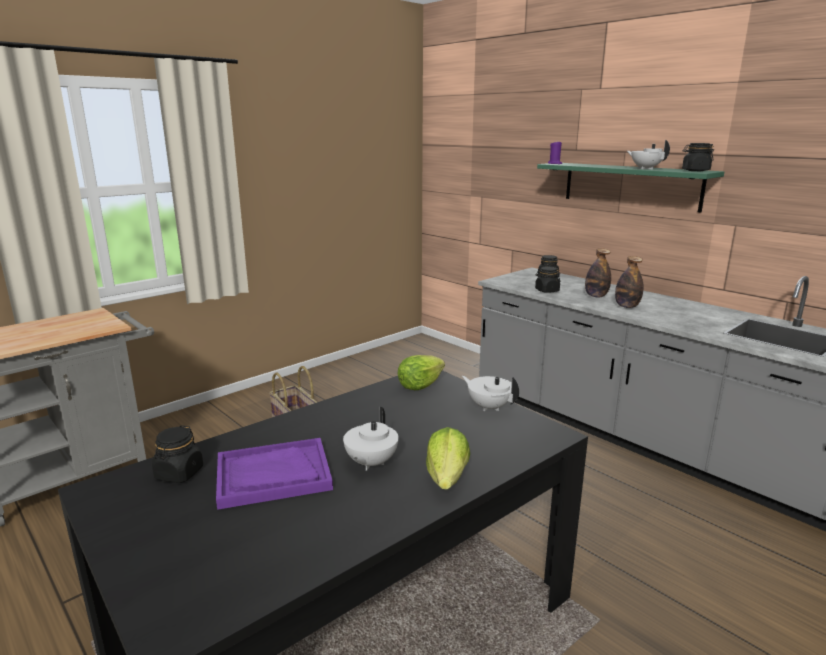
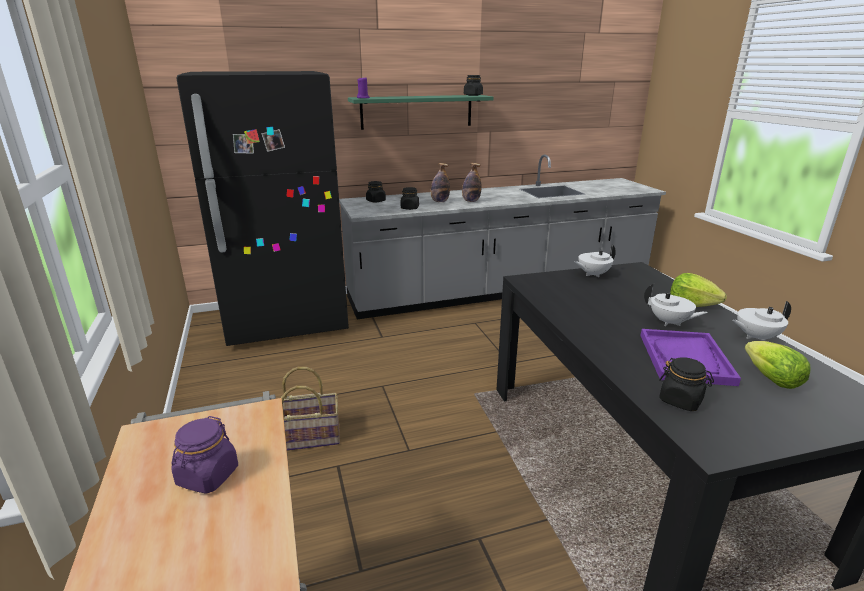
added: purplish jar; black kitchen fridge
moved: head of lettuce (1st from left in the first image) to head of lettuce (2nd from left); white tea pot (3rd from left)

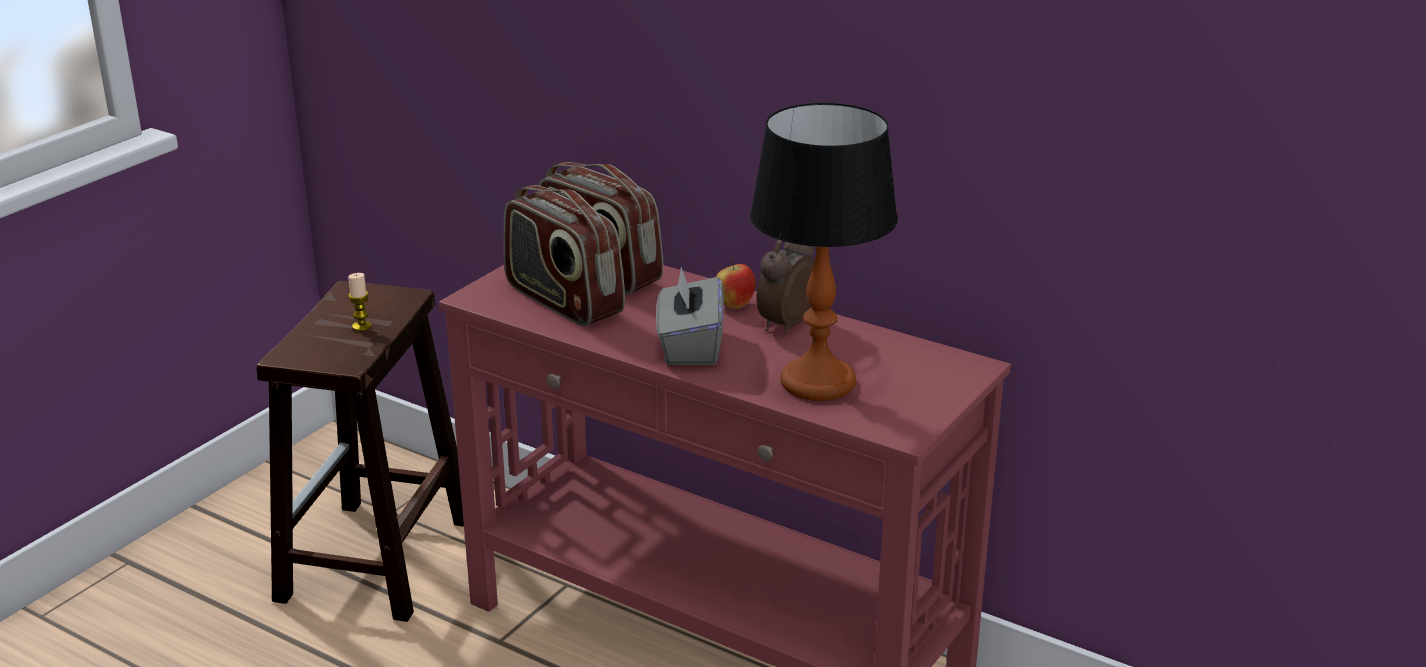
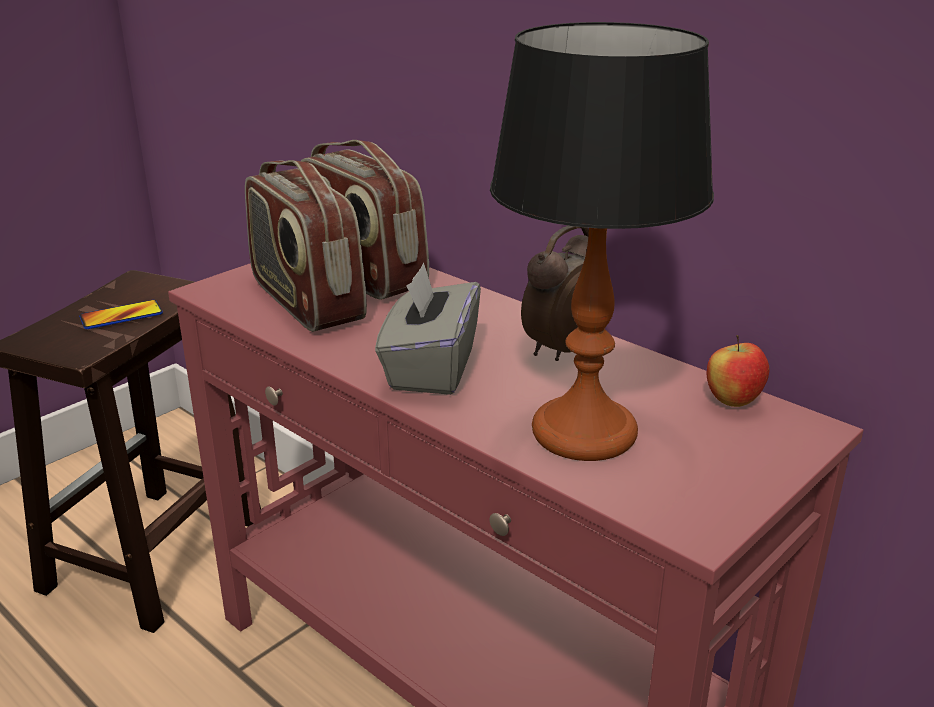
moved: whole apple
replaced: wax light to telephone

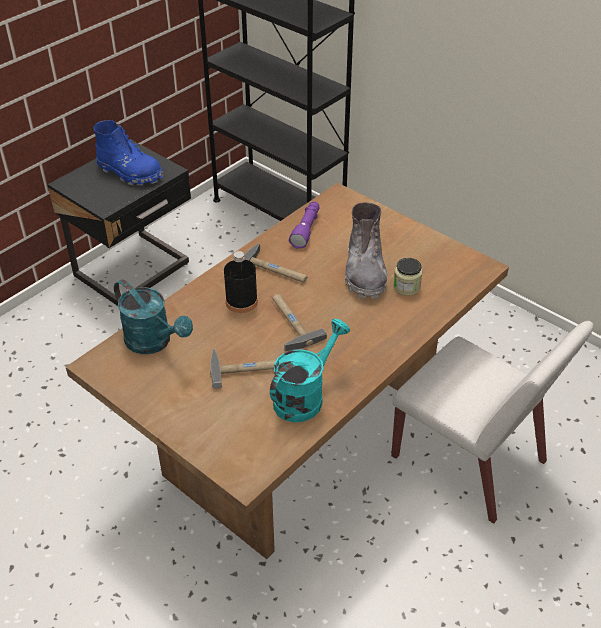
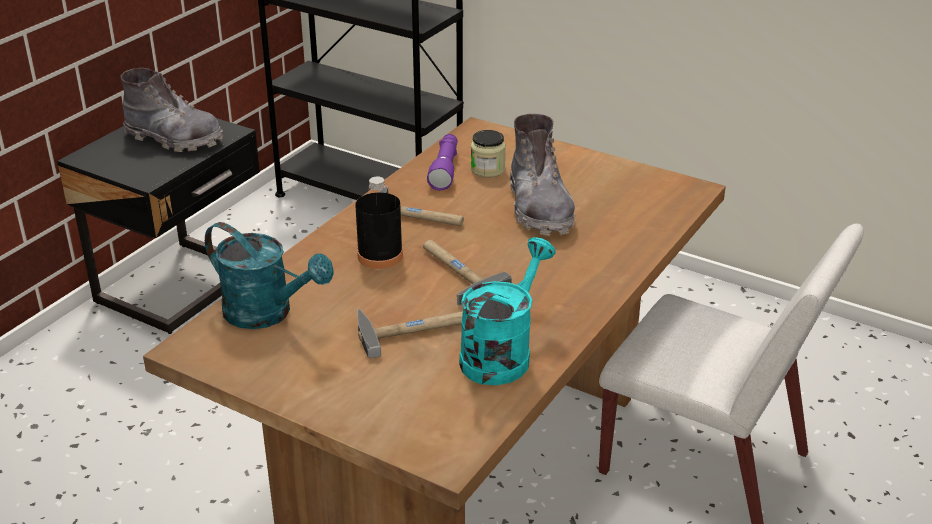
moved: jar
recoloured: bluish tall boot to gray tall boot (1st from left)

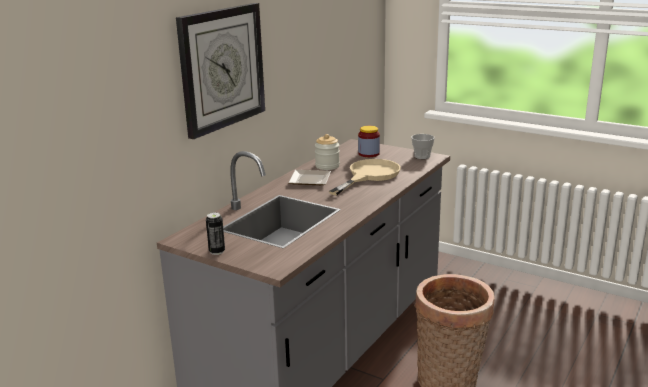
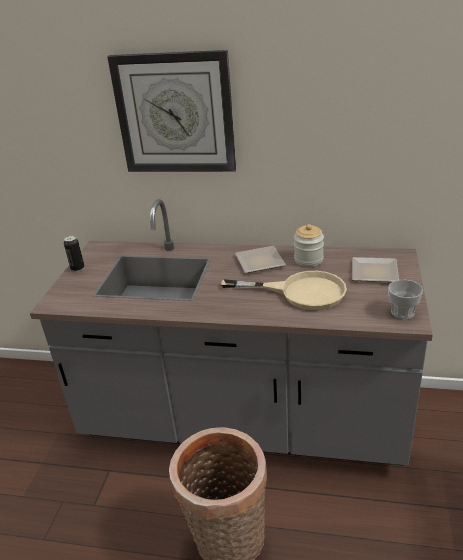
replaced: jar (2nd from left) to flat dish (2nd from left)

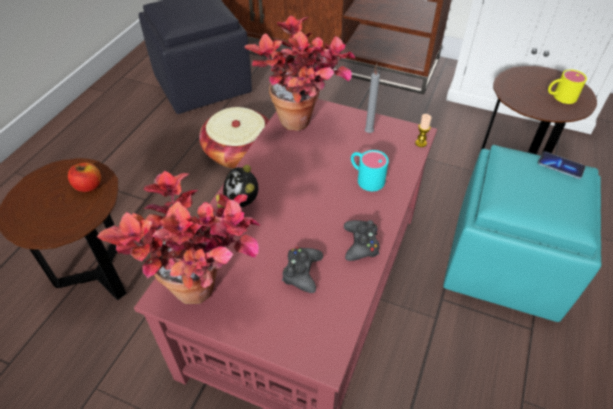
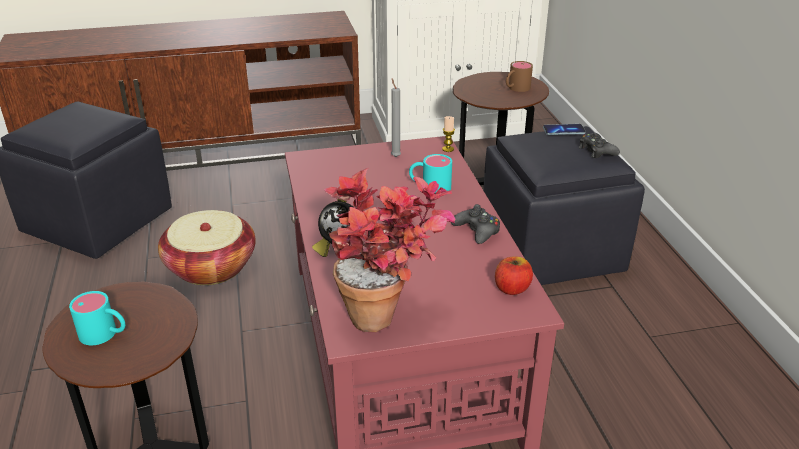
removed: plant in a pot (2nd from left)
added: turquoise mug (1st from left)
moved: whole apple; black game controller (1st from left in the first image) to black game controller (2nd from left)
recoloured: turquoise footrest to black footrest (2nd from left); yellow mug to brown mug

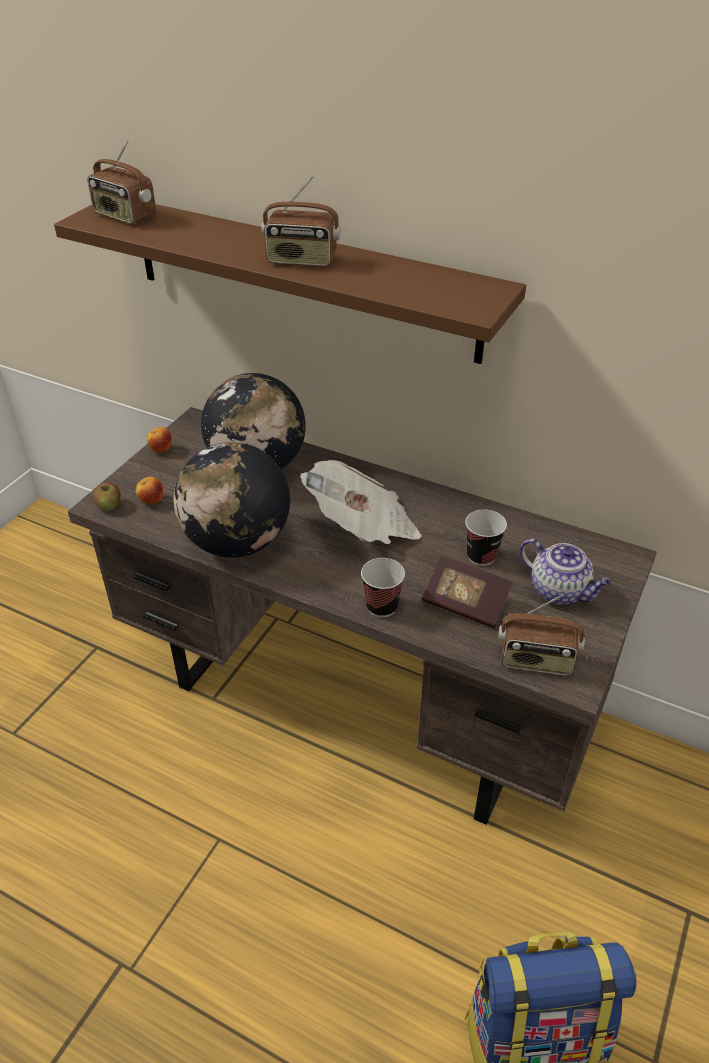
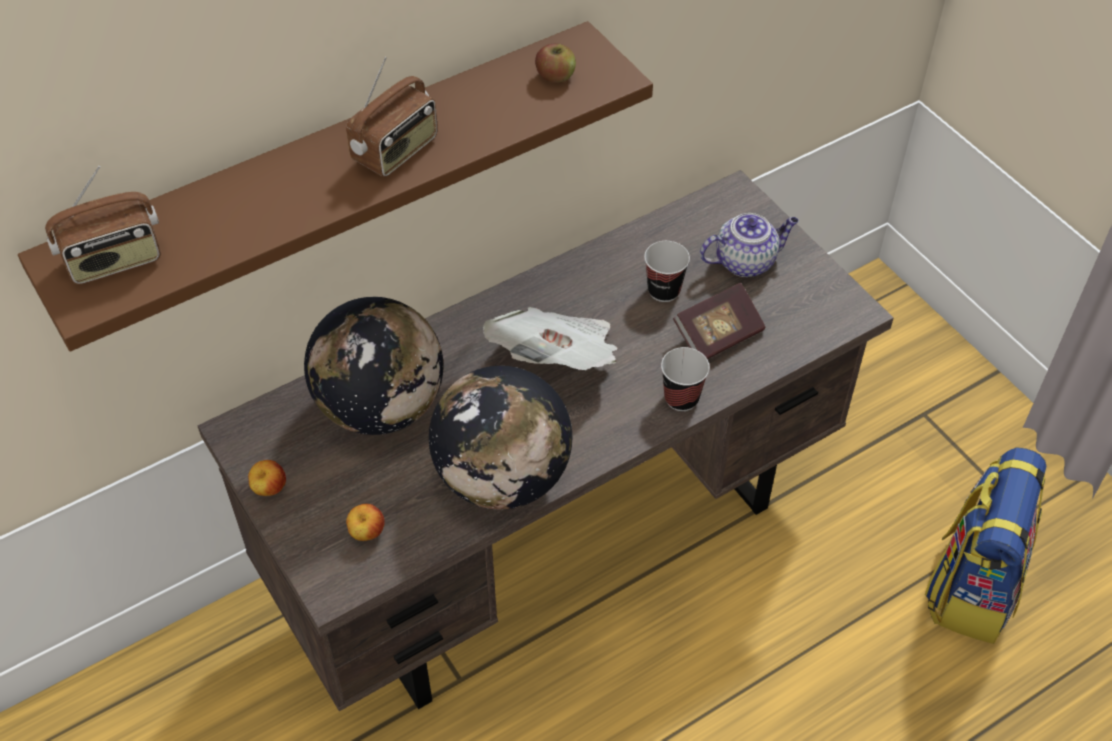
removed: radio set (3rd from left)
moved: whole apple (1st from left in the first image) to whole apple (3rd from left)

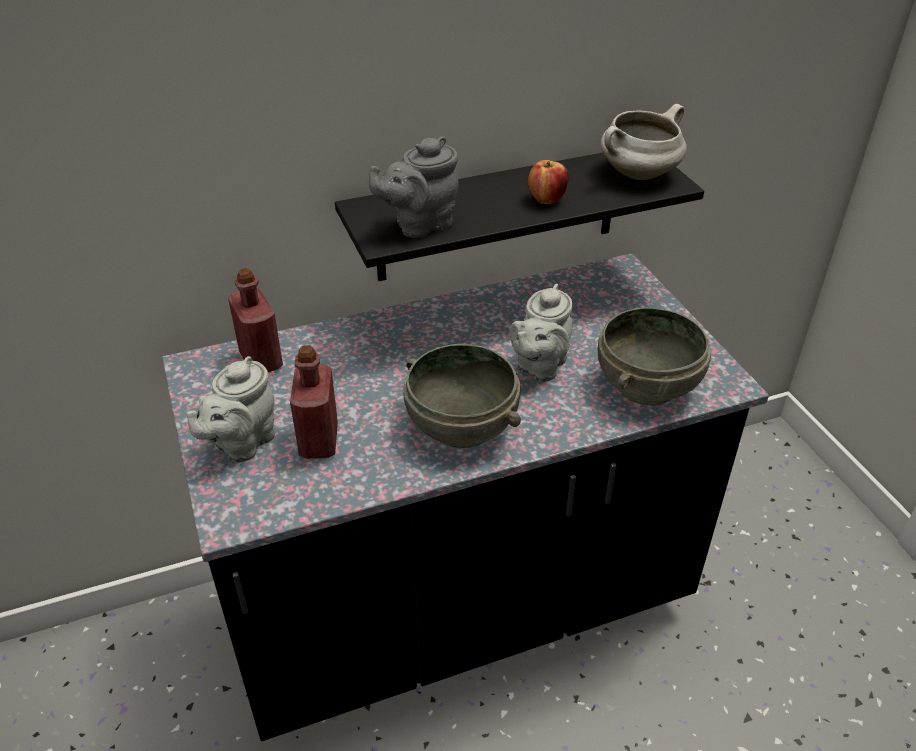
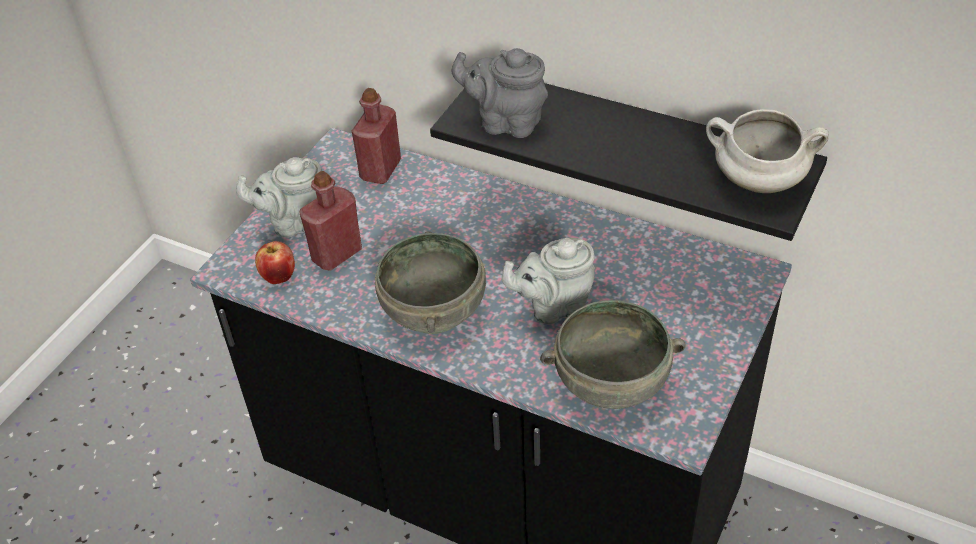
moved: whole apple

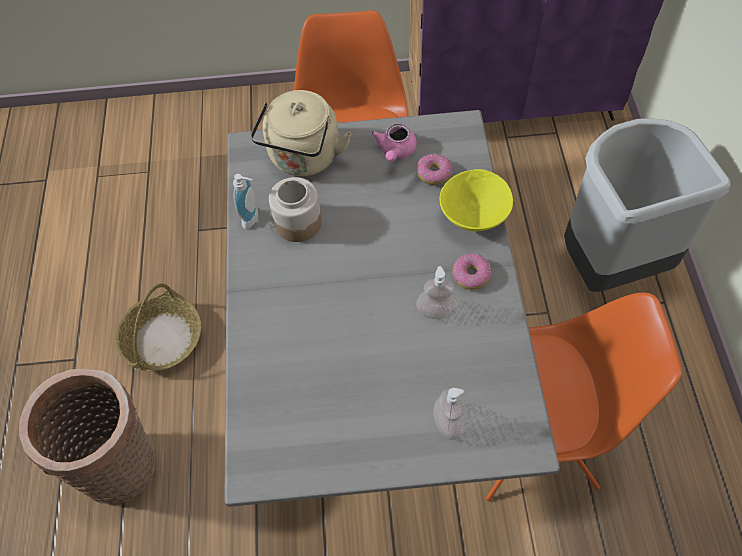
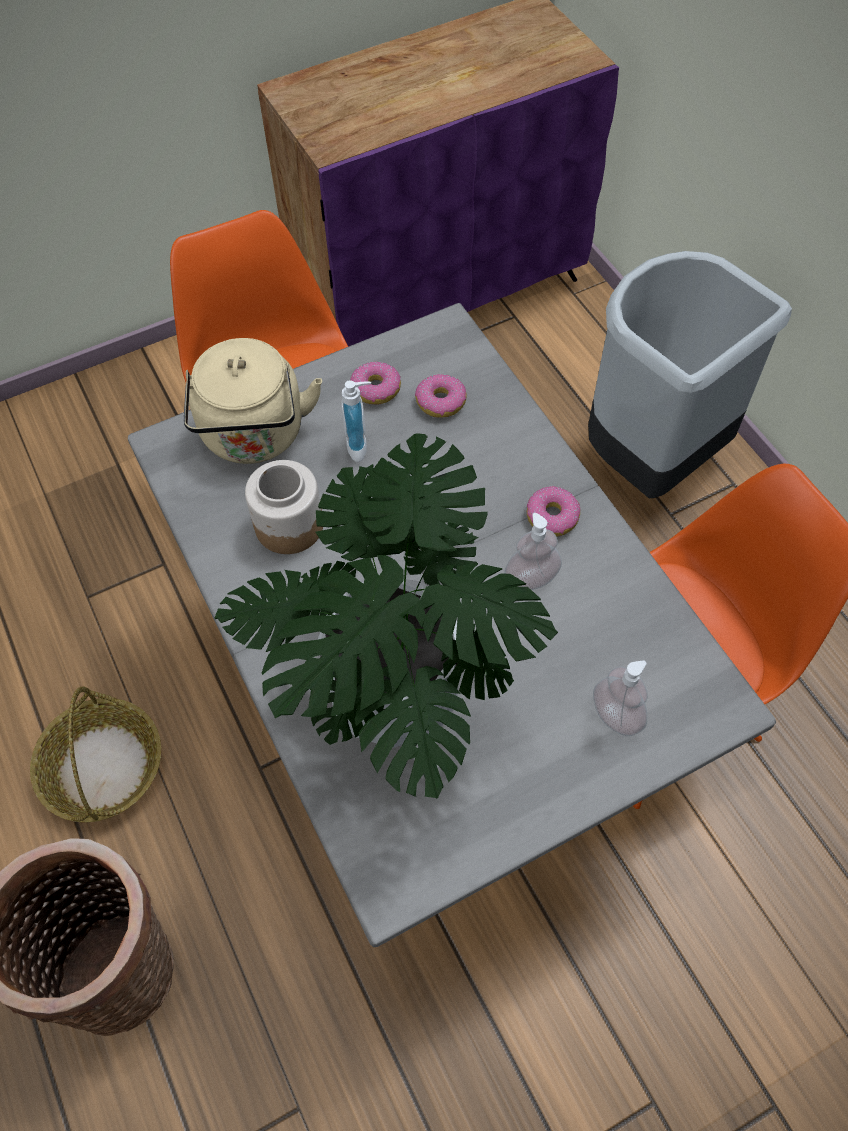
removed: yellow bowl
added: plant in a pot
moved: soap dispenser (1st from left)
replaced: pinkish tea pot to ring doughnut (1st from left)

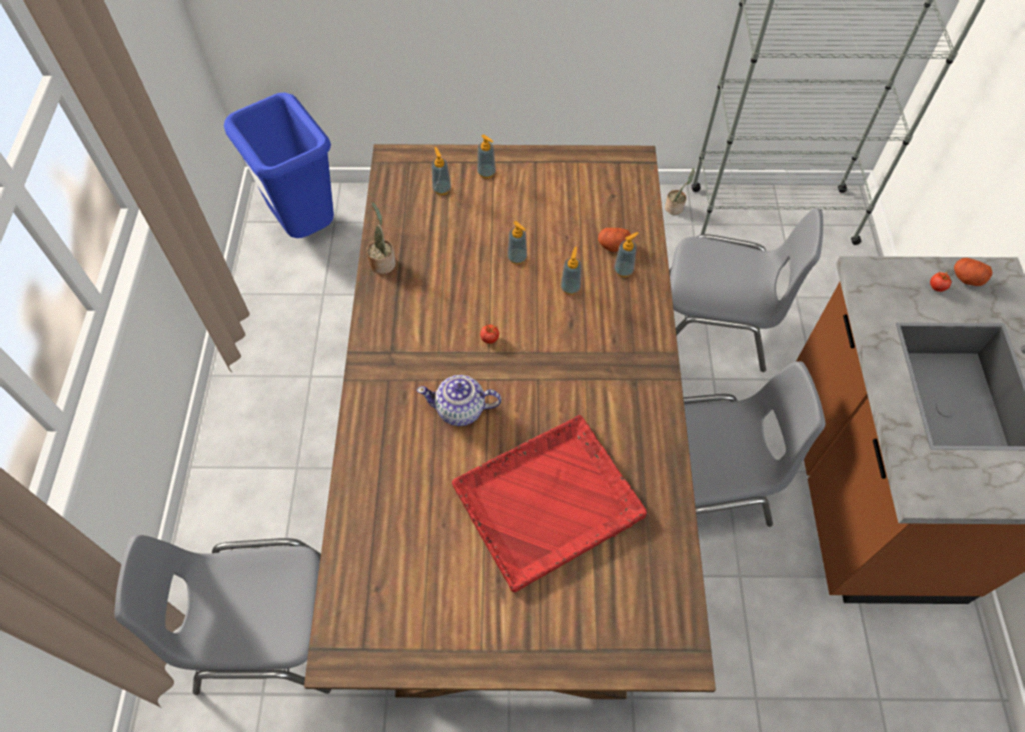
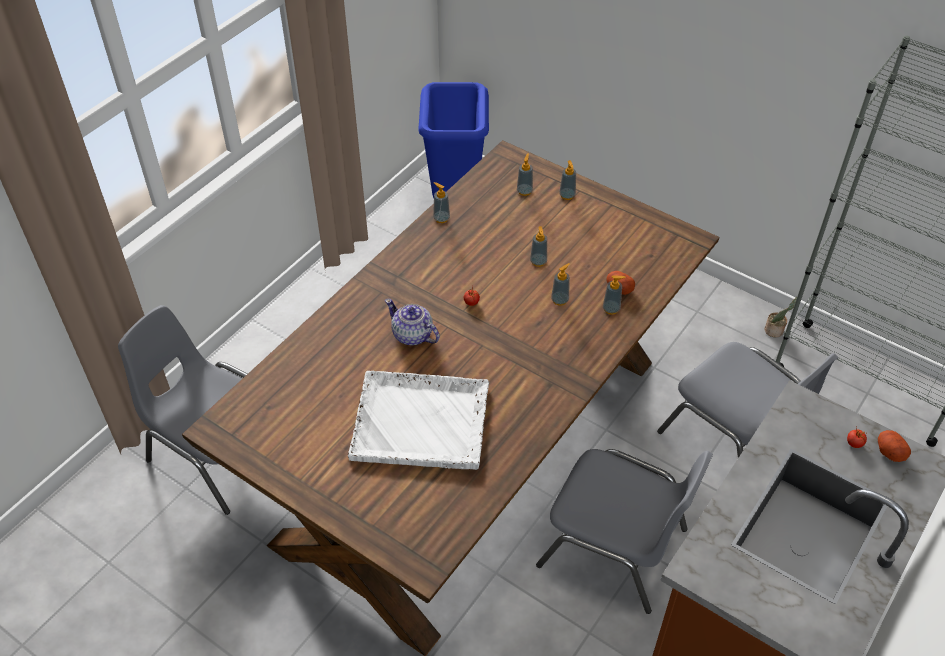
replaced: plant in a pot (1st from left) to soap dispenser (1st from left)
recoloured: red-coloured tray to white tray

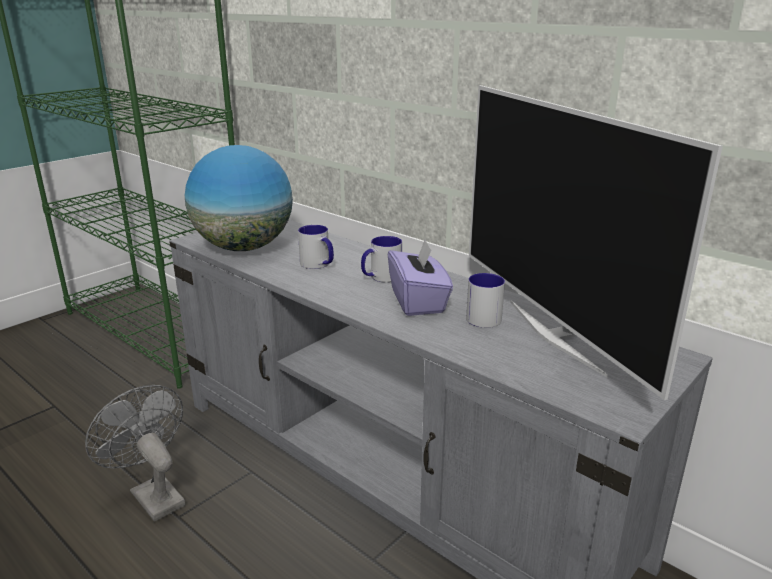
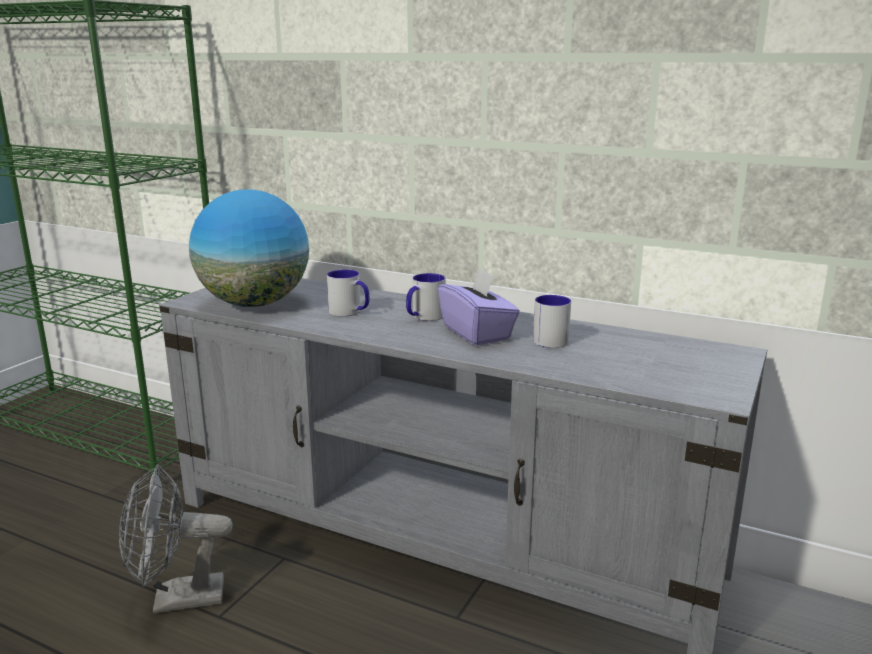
removed: television
turned: gray cooling fan 45 degrees counterclockwise

